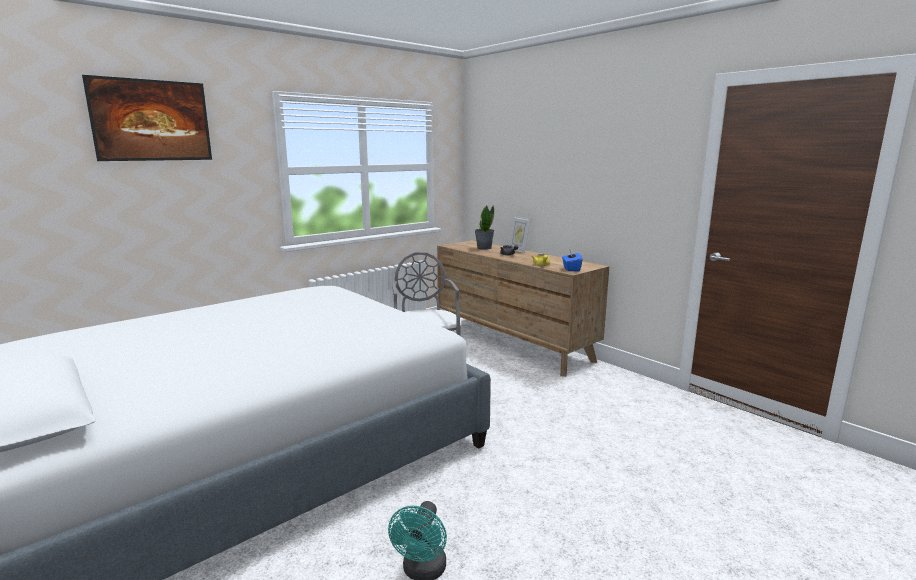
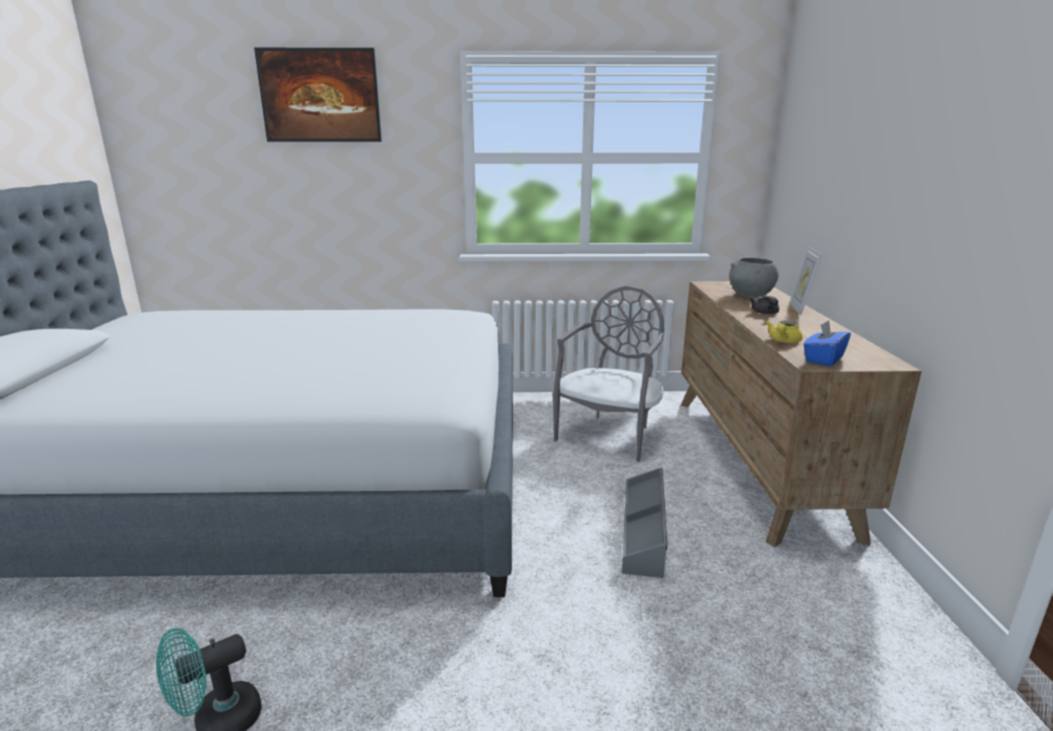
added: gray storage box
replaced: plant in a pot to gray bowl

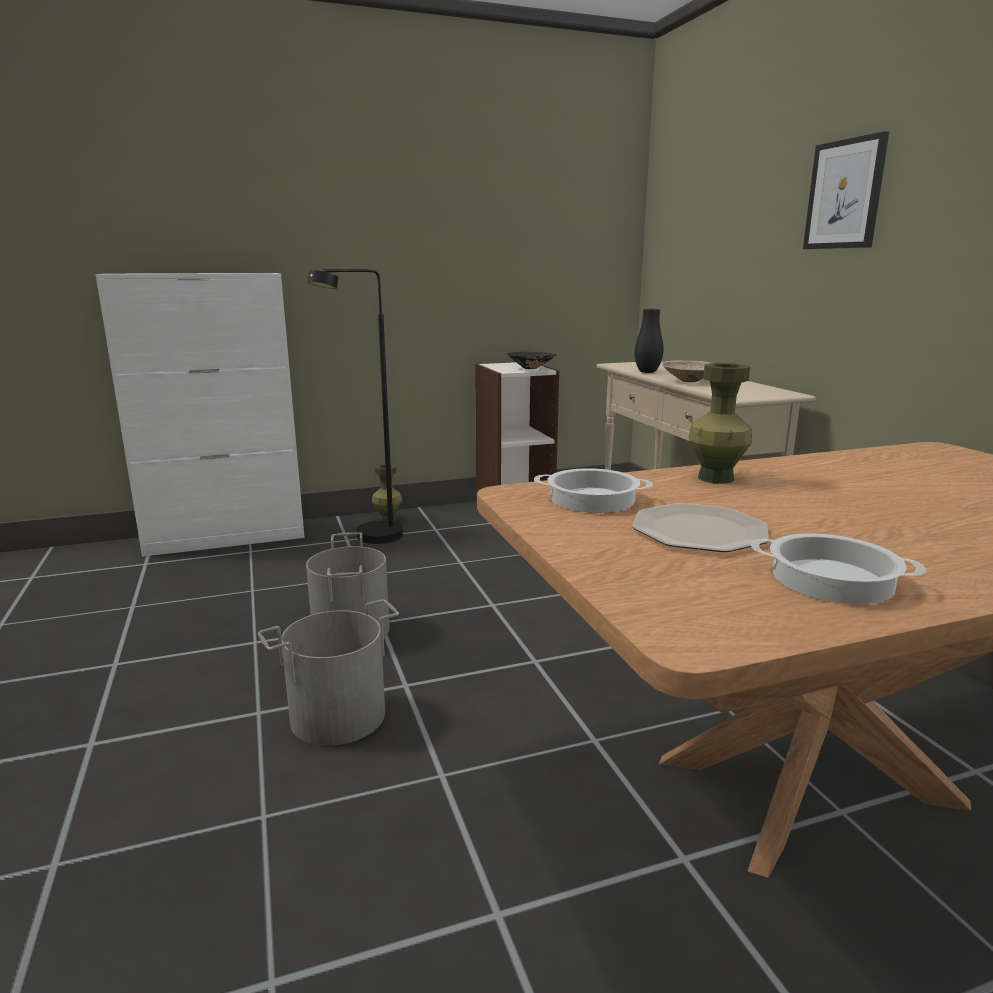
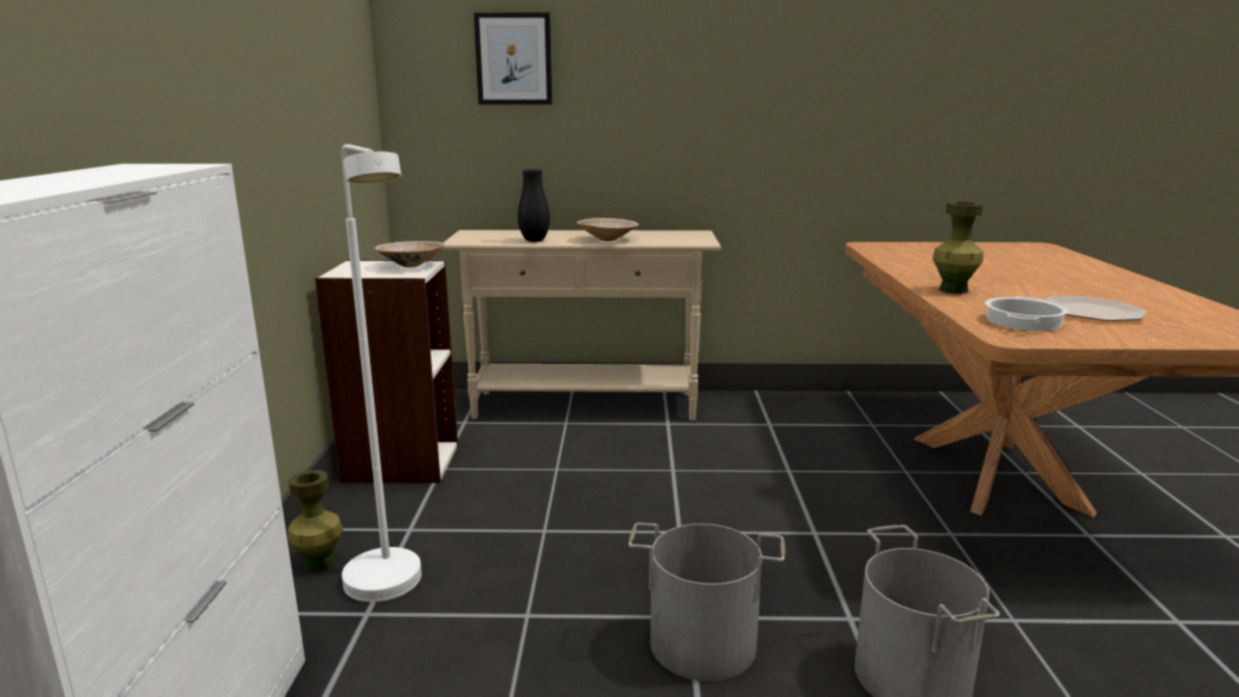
removed: stockpot (2nd from left)
moved: picture
recoloured: black standard lamp to white standard lamp; black bowl to beige-coloured bowl (1st from left)

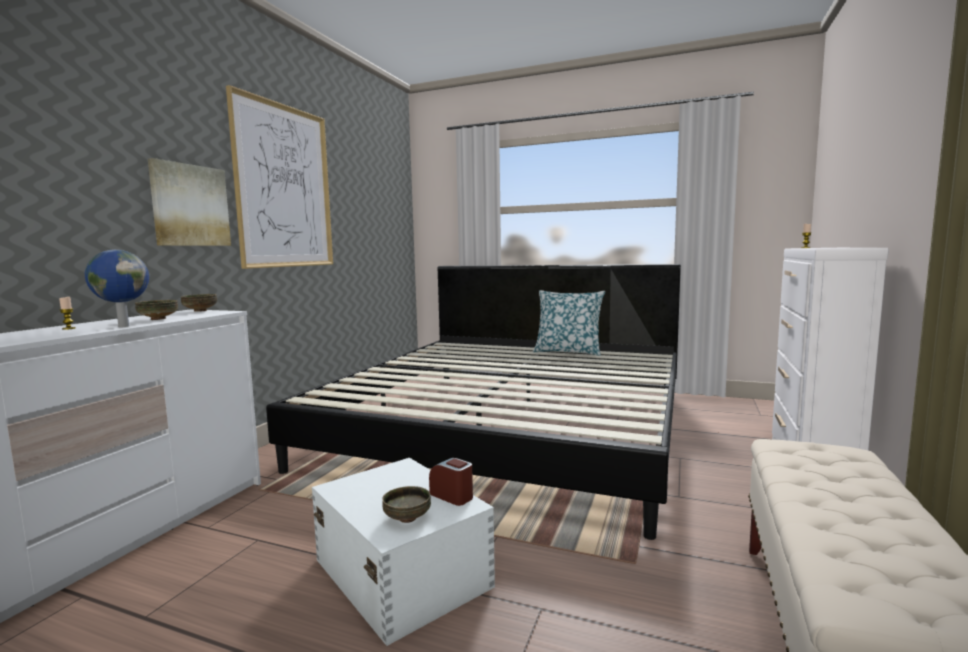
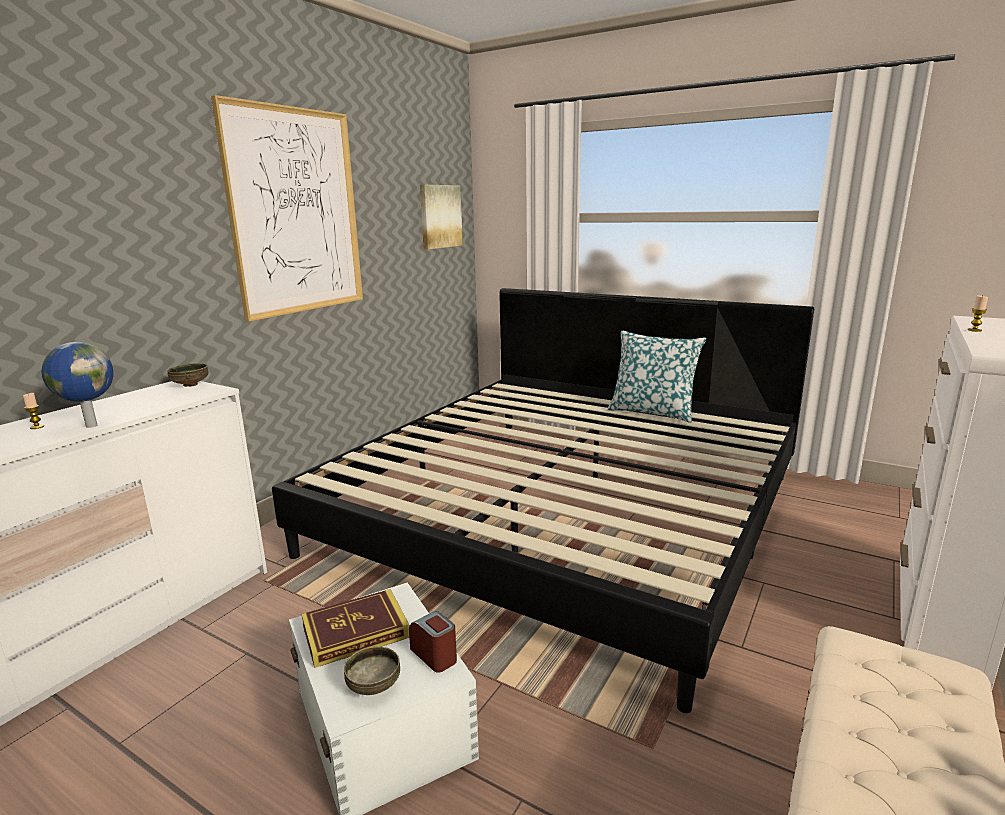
removed: bowl (1st from left)
added: book
moved: picture (1st from left in the first image) to picture (2nd from left)

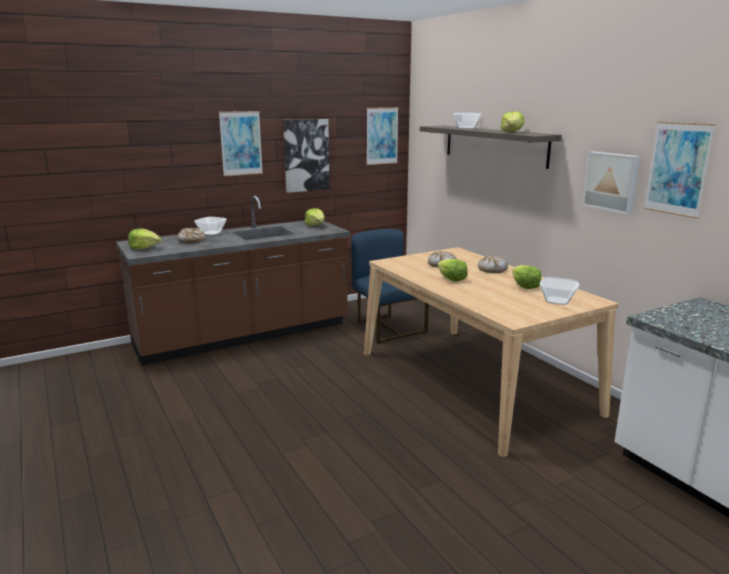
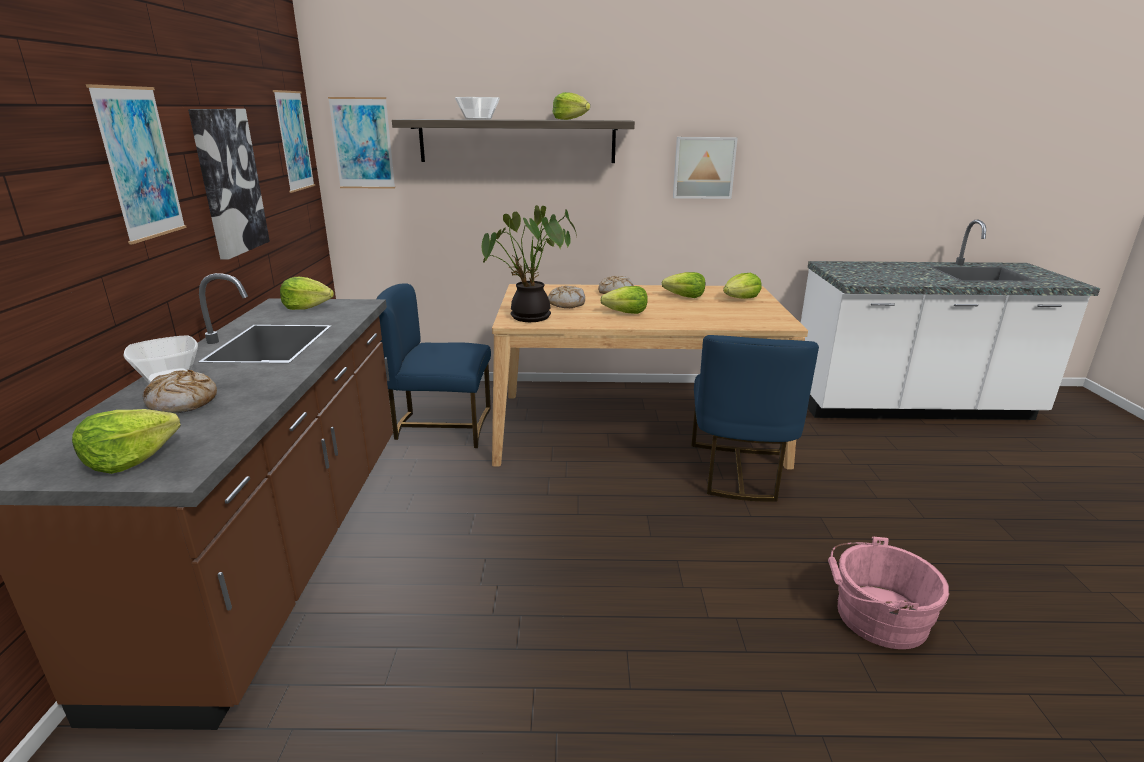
added: plant in a pot; bluish chair (2nd from left); pinkish water bucket
moved: picture (5th from left in the first image) to picture (4th from left)
replaced: bowl (3rd from left) to head of lettuce (6th from left)

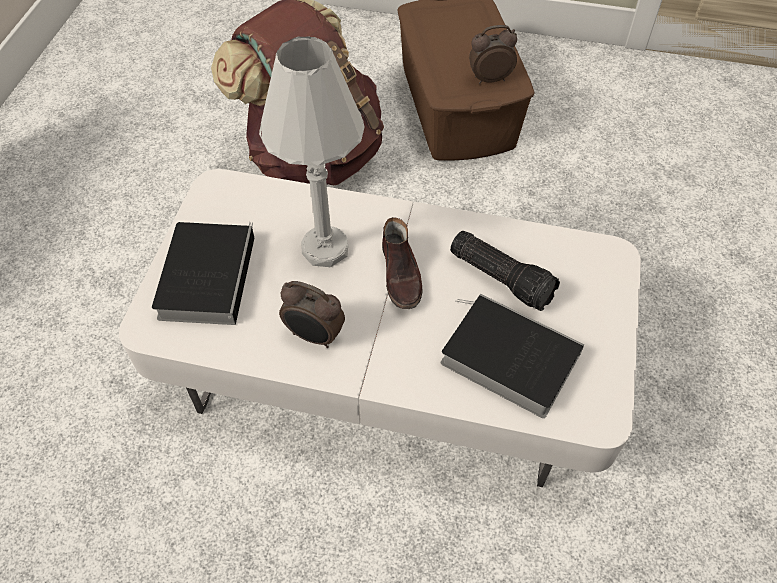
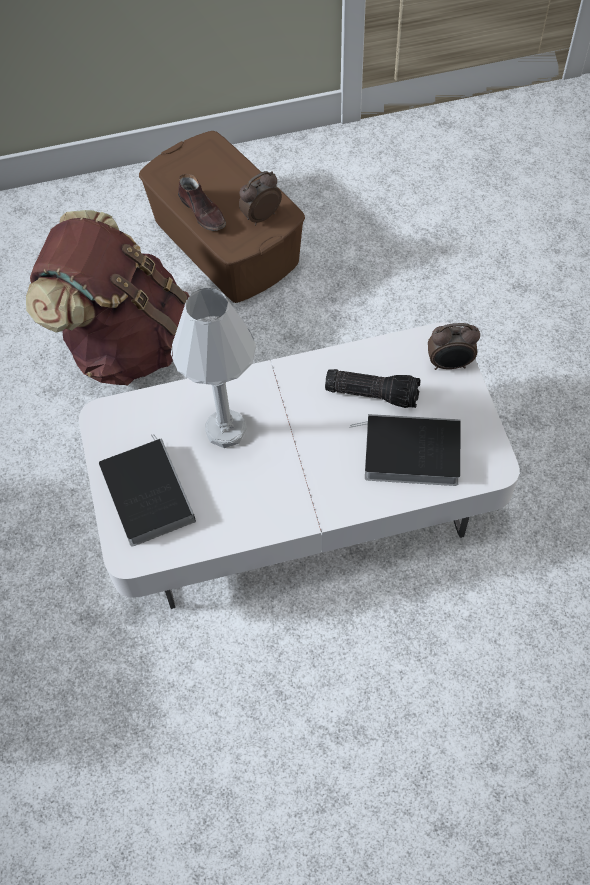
moved: bedside clock (1st from left in the first image) to bedside clock (2nd from left); brown item of footwear

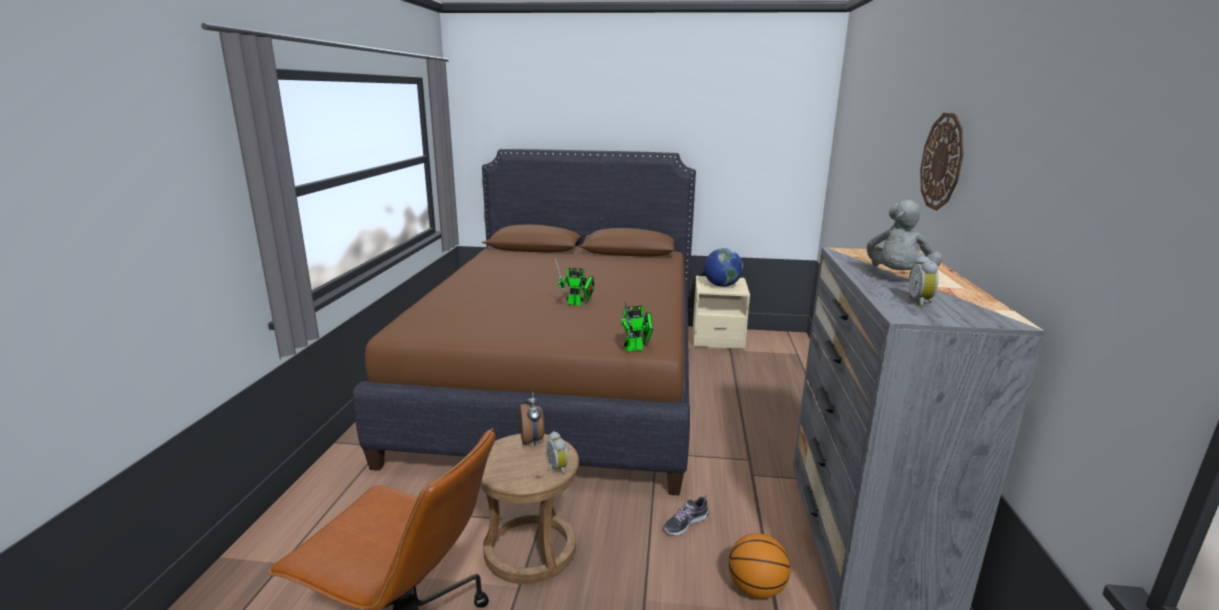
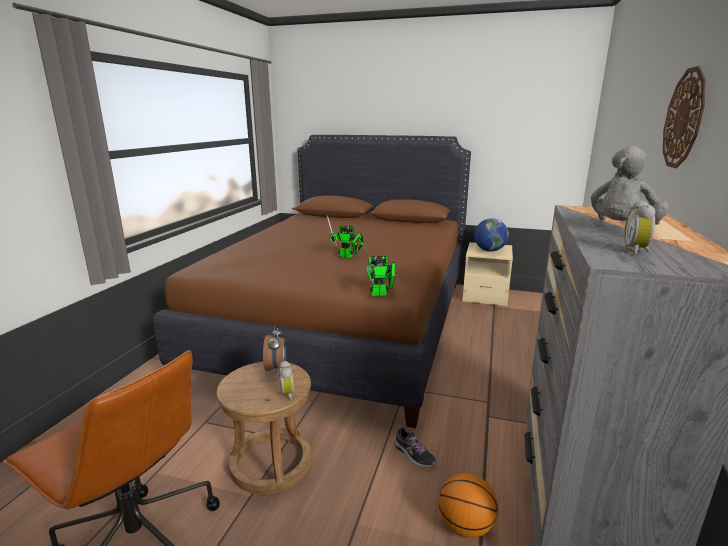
turned: item of footwear 105 degrees counterclockwise

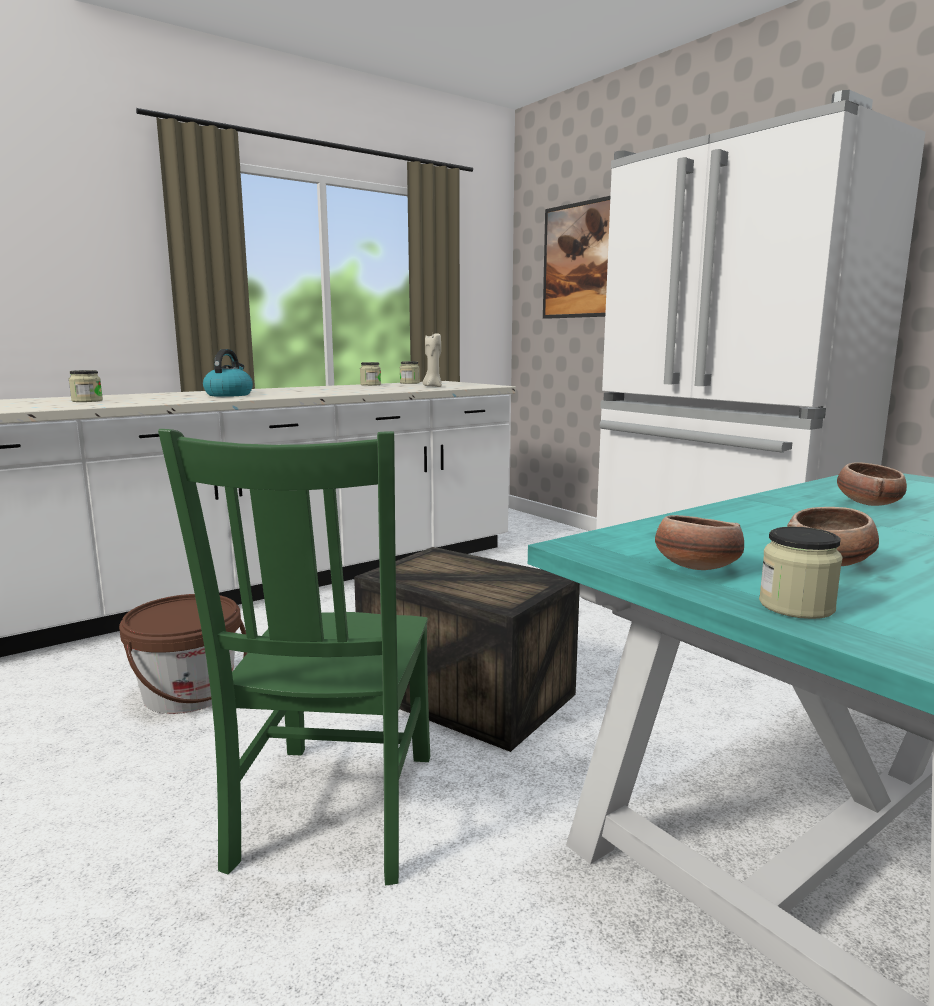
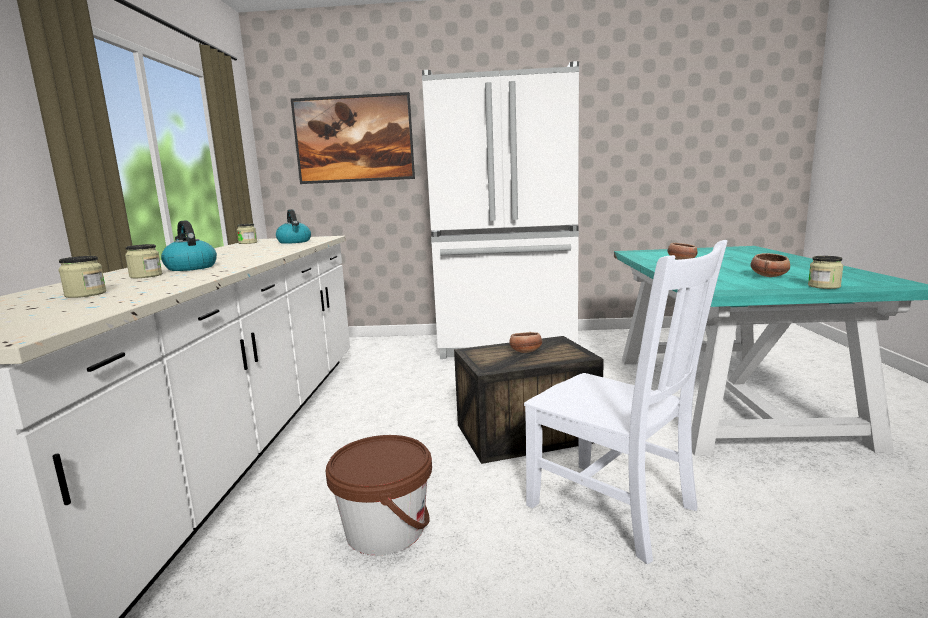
moved: jar (2nd from left); bowl (1st from left)
replaced: beige-coloured wax light to tea kettle (2nd from left)
recoloured: greenish chair to white chair

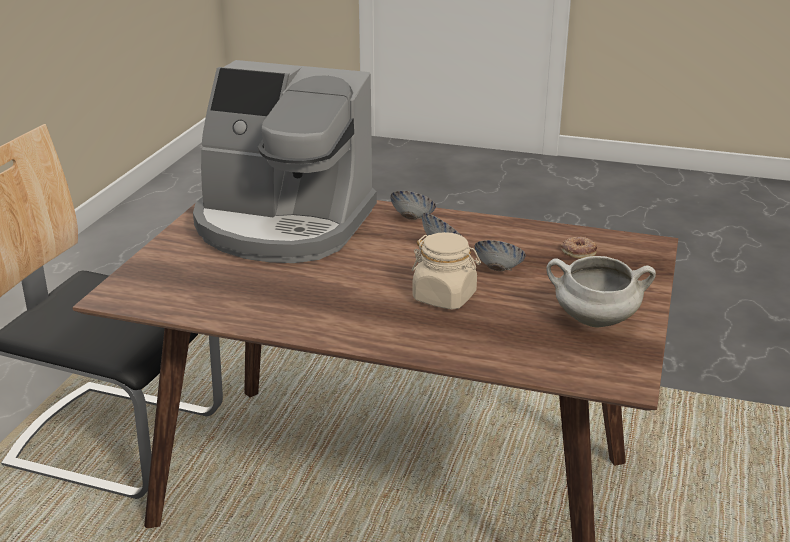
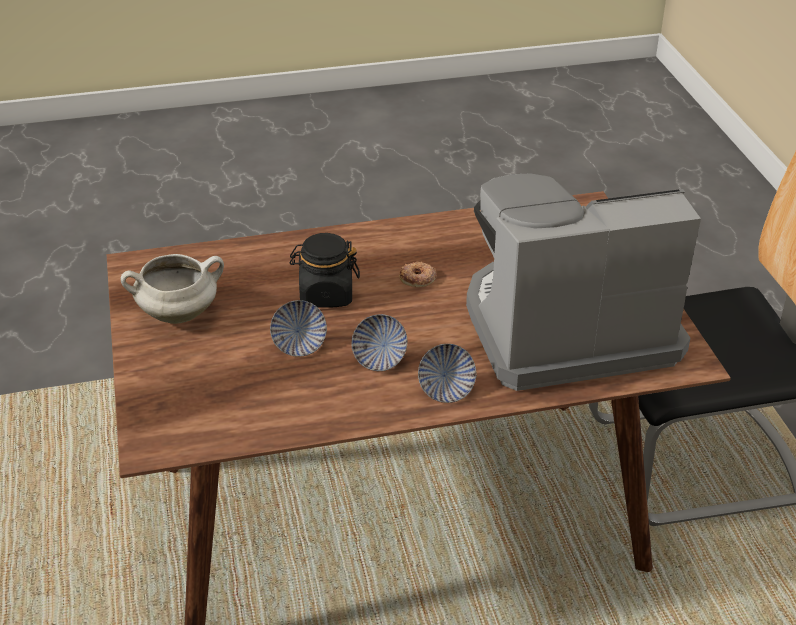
moved: ring doughnut
recoloured: beige-coloured jar to black jar

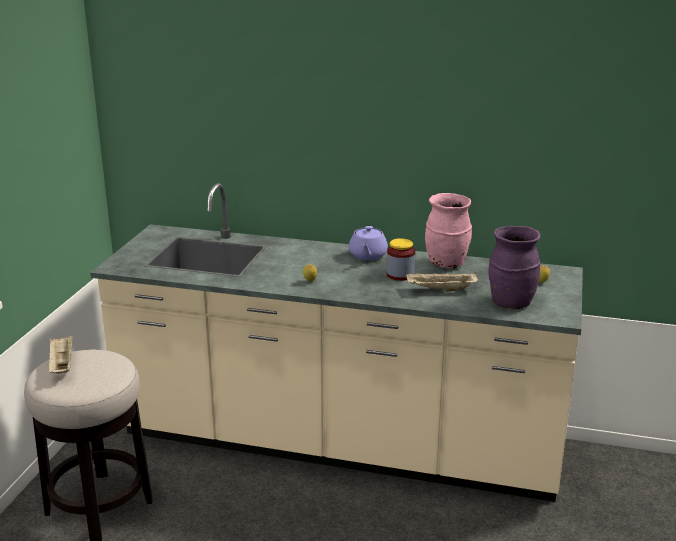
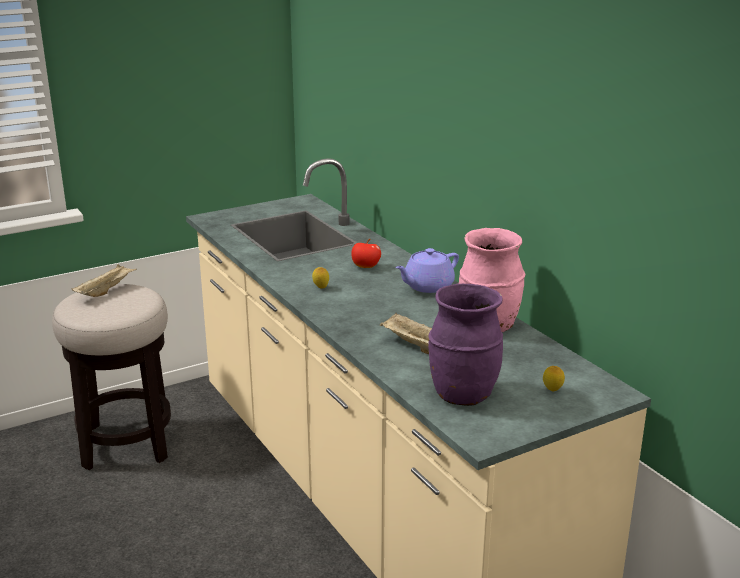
removed: jar
added: whole apple

